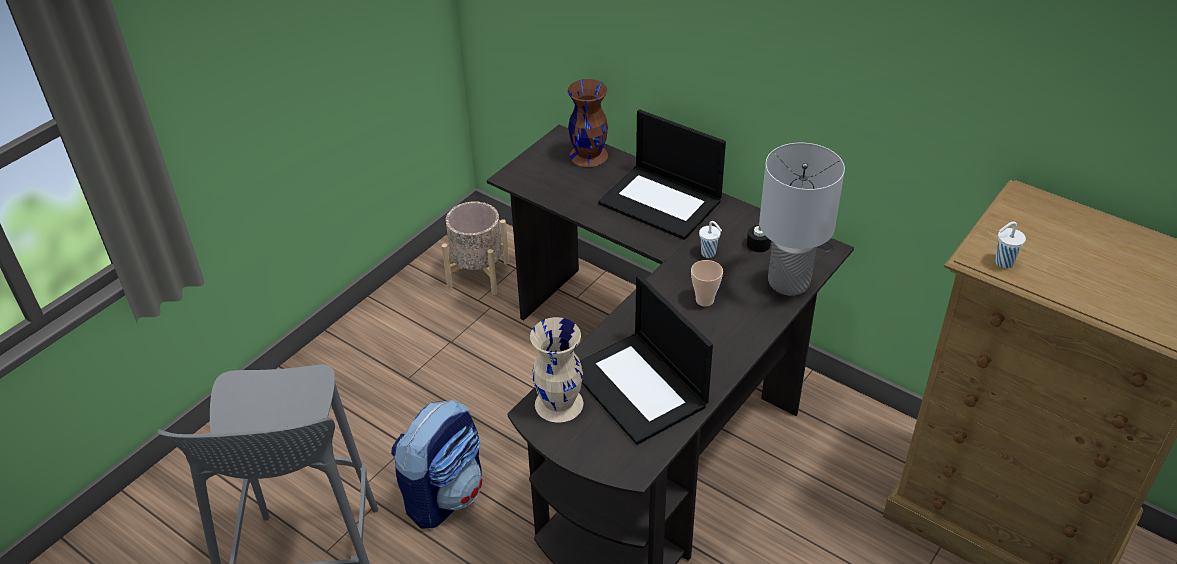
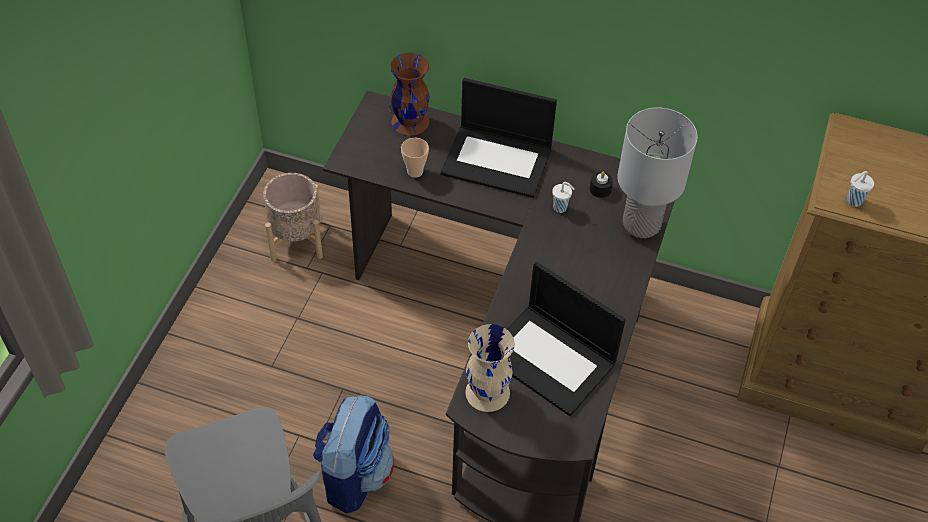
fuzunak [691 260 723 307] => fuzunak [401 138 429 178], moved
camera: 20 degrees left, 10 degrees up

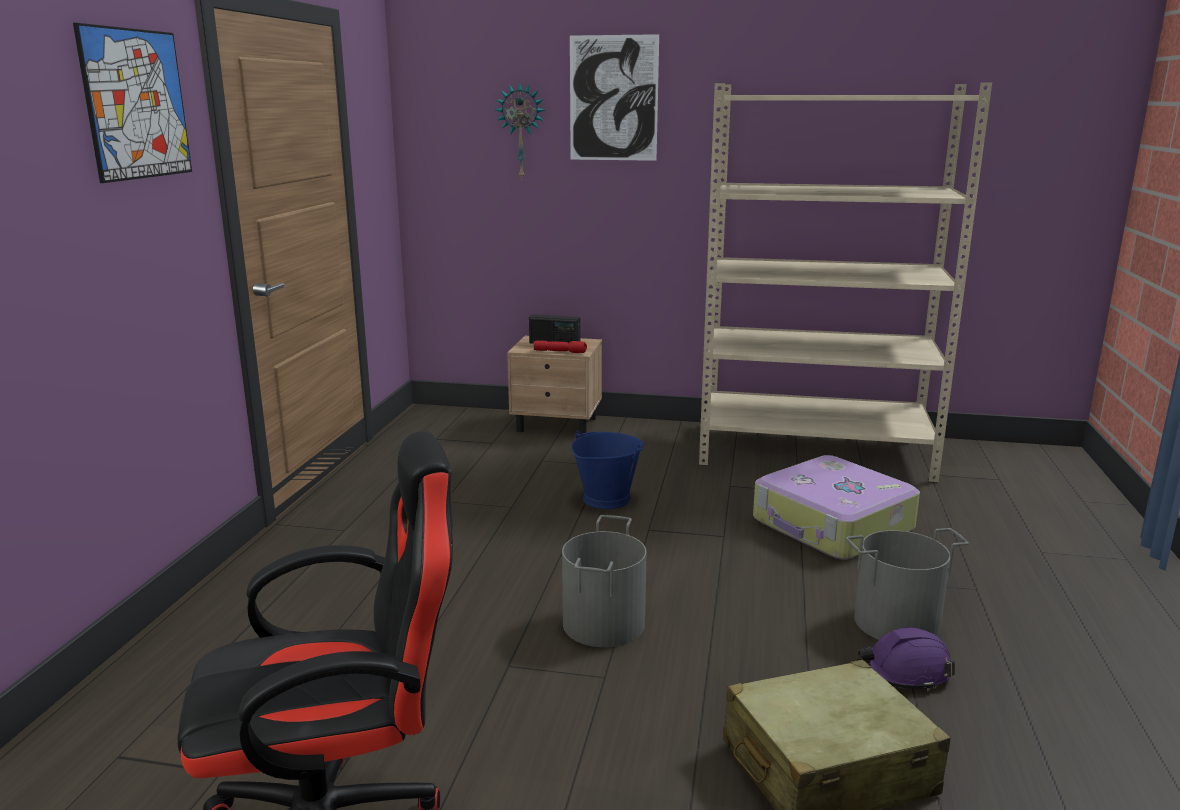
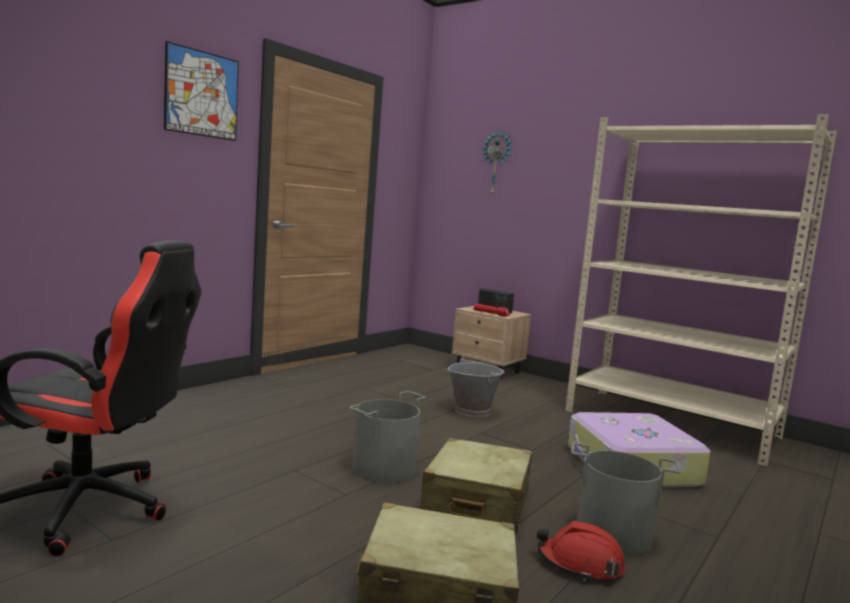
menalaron [570 34 659 161] => nothing
nothing => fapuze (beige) [420 438 532 535]
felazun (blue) [571 431 644 509] => felazun (grey) [448 357 505 418]
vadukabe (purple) [857 627 955 691] => vadukabe (red) [537 521 625 581]
camera: 25 degrees right, 10 degrees down

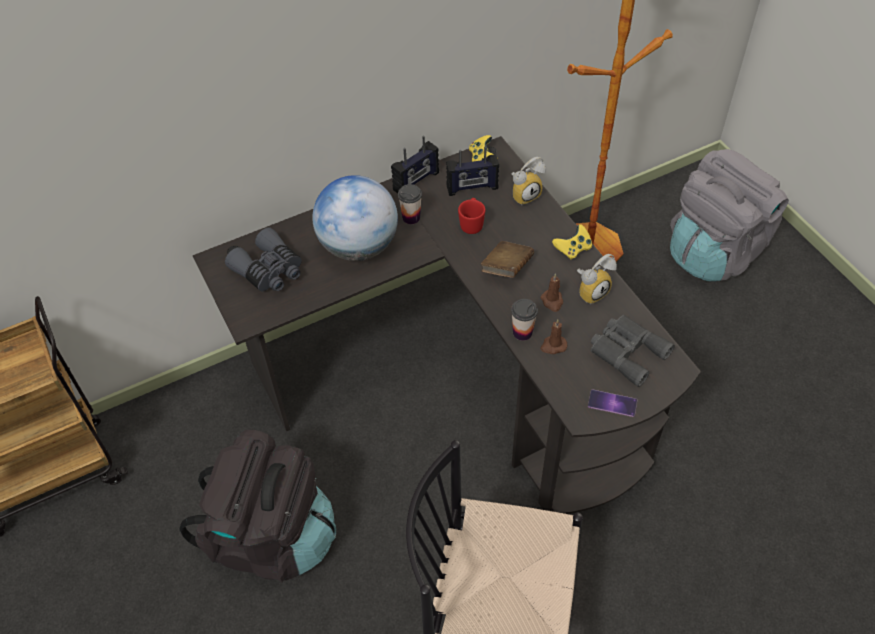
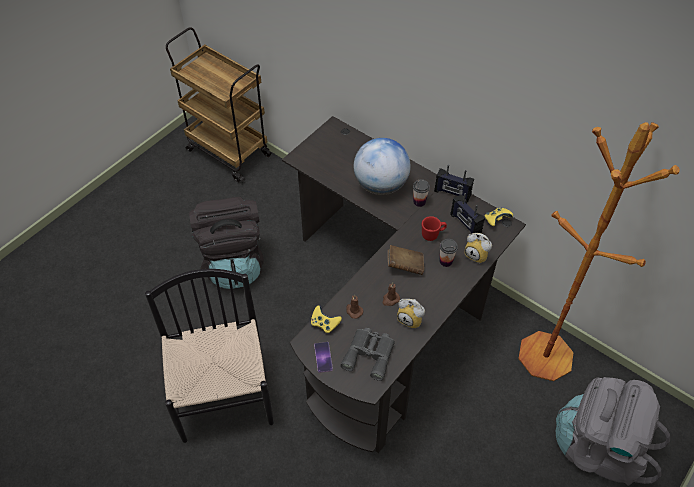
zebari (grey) [225 228 302 292] => nothing
fuzunak [511 299 538 341] => fuzunak [440 239 458 267], moved
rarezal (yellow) [552 224 592 260] => rarezal (yellow) [311 305 342 333], moved
camera: 65 degrees right, 0 degrees up

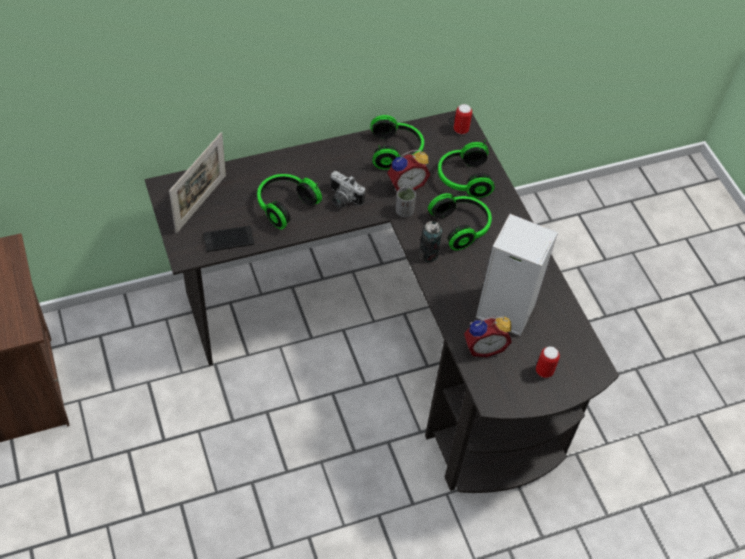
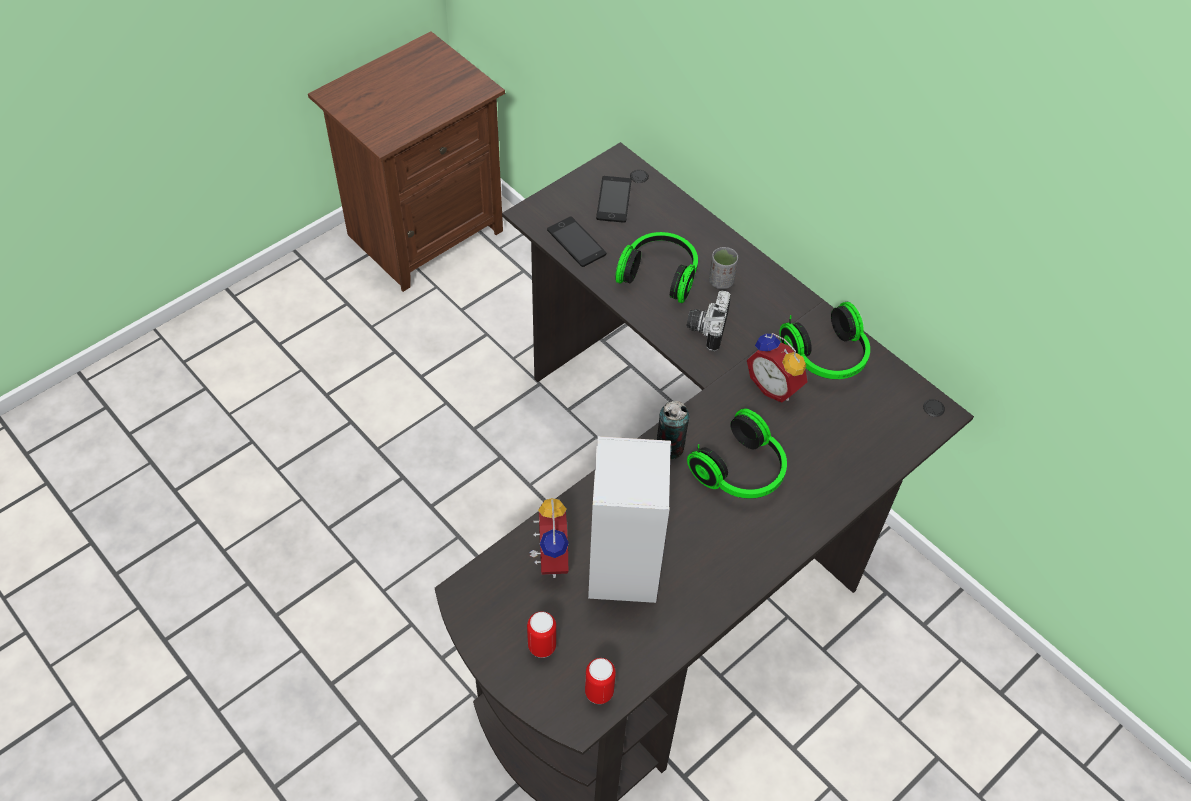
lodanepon [438 139 494 198] => nothing
fuzunak (grey) [396 187 416 217] => fuzunak (grey) [709 247 738 289], moved
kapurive [454 104 472 135] => kapurive [585 658 616 704], moved
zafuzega [169 132 226 233] => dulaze [596 176 631 223]
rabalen [464 316 512 357] => rabalen [529 498 569 578], 150 degrees counterclockwise
camera: 70 degrees right, 0 degrees up

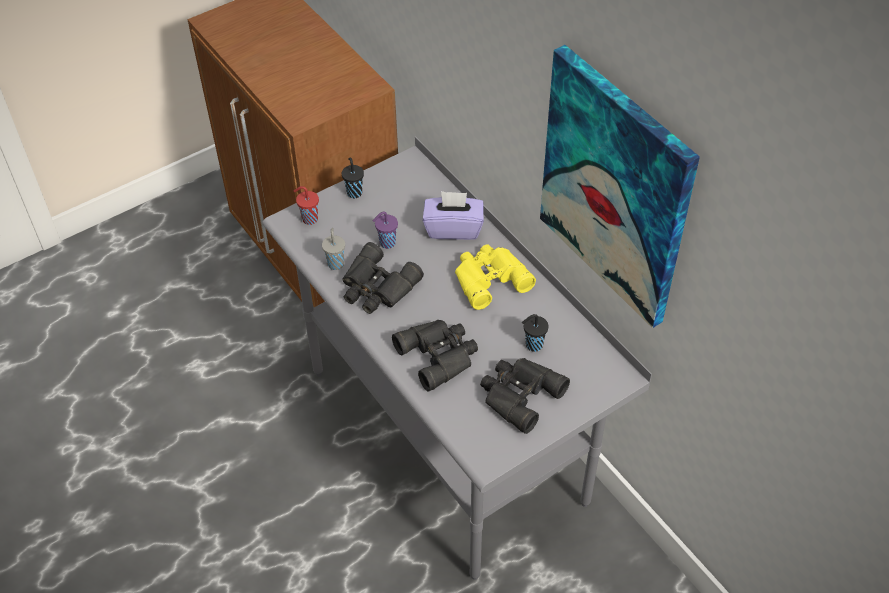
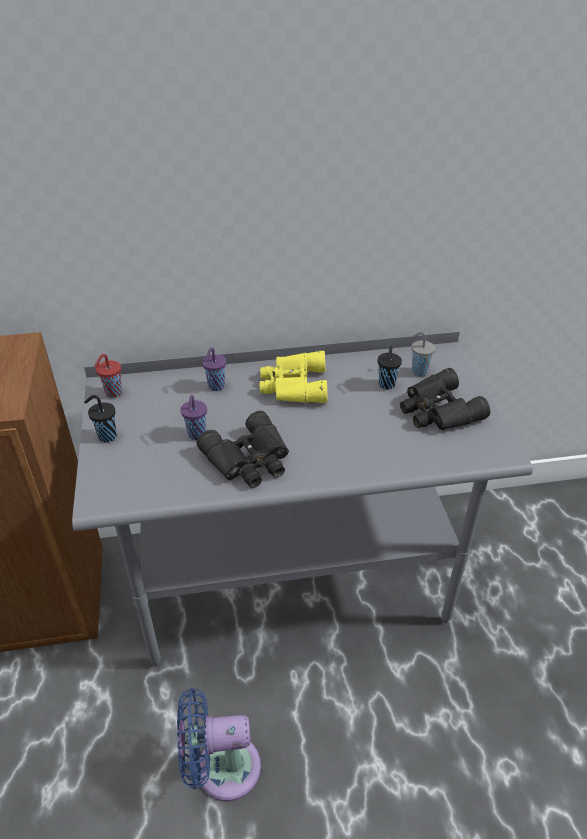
zebari (black) [392 320 478 392] => nothing
menalaron [540 45 700 328] => nothing
nothing => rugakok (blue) [177 688 261 801]
fuzunak (red) [294 186 319 225] => fuzunak (red) [94 354 122 398], moved
fuzunak (grey) [322 228 345 270] => fuzunak (grey) [410 332 435 377], moved
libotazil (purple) [423 191 484 240] => fuzunak (purple) [202 348 226 391]
camera: 65 degrees left, 10 degrees down

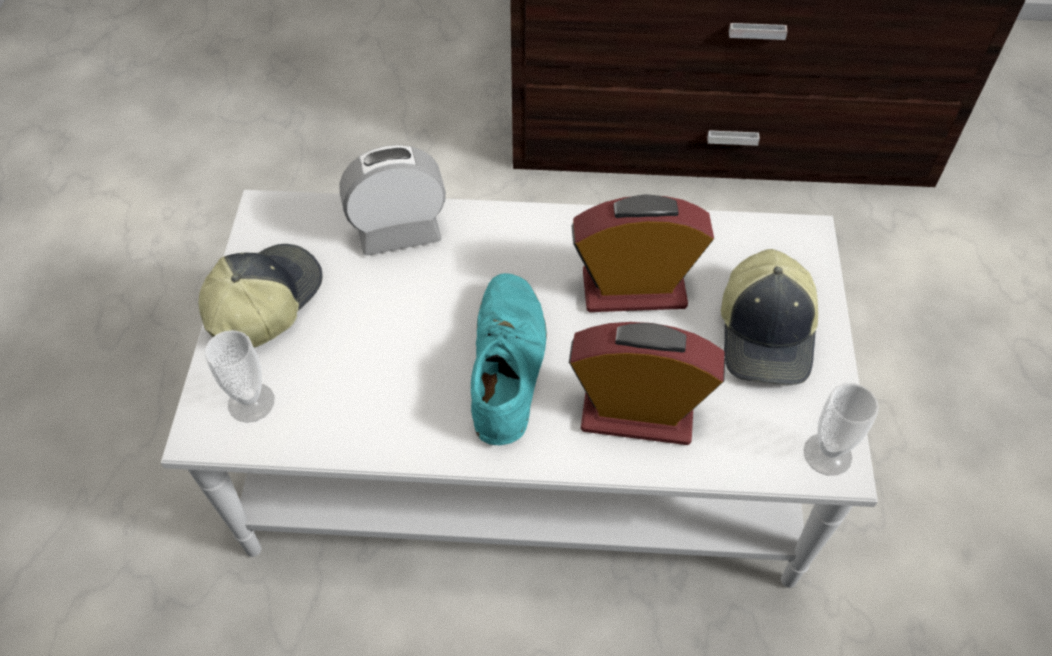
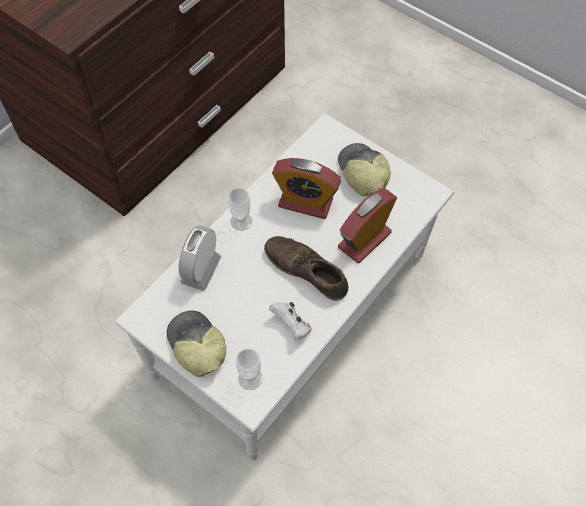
nothing => rarezal (white) [269 302 312 340]
fuzunak [803 383 879 476] => fuzunak [228 188 252 231], moved
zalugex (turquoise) [471 273 547 445] => zalugex (brown) [264 236 348 301]
rabalen [572 194 714 312] => rabalen [272 158 341 219], 105 degrees counterclockwise
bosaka [721 249 818 385] => bosaka [338 143 391 196], 150 degrees counterclockwise
camera: 55 degrees left, 5 degrees up

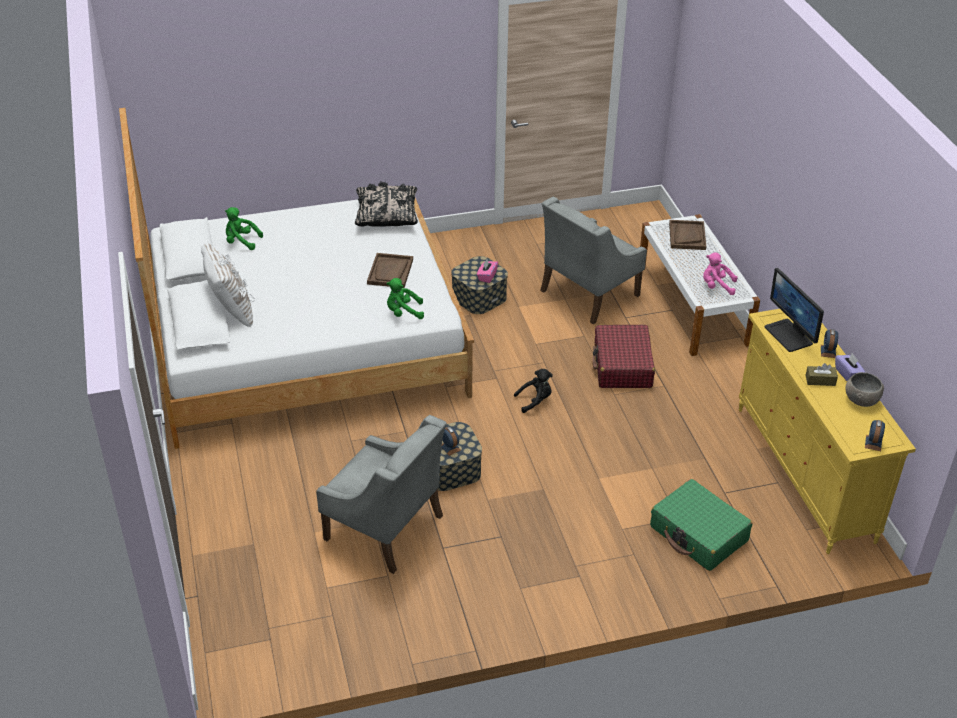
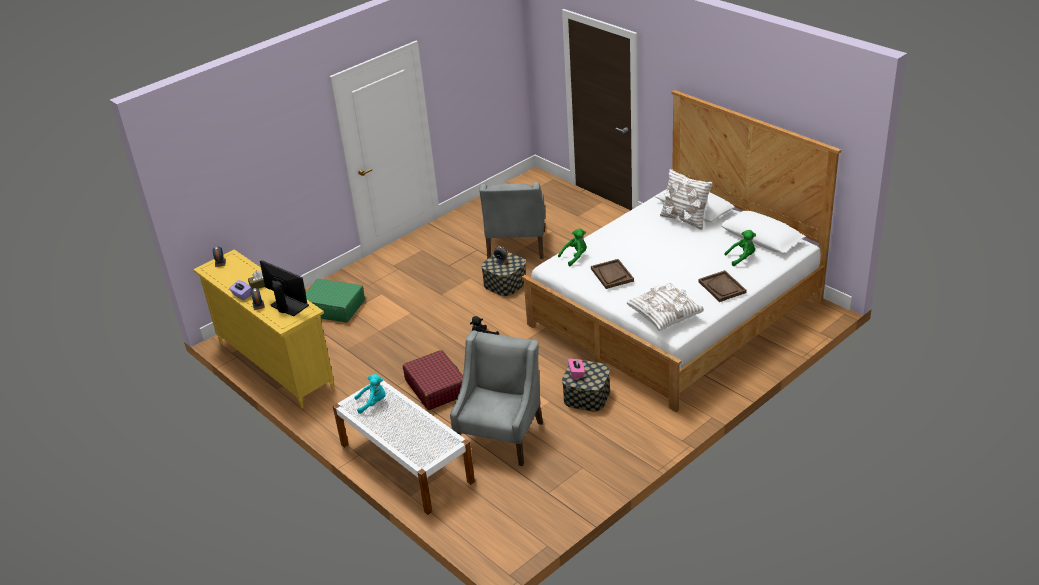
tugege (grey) [845 372 884 407] => nothing
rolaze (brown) [669 220 706 250] => rolaze (brown) [698 270 746 302], moved
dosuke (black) [355 181 418 227] => dosuke (white) [627 283 704 331]
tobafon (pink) [703 252 738 295] => tobafon (turquoise) [354 374 386 414]
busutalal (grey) [316 415 447 574] => busutalal (grey) [479 182 545 259], 90 degrees counterclockwise
camera: 155 degrees right, 5 degrees down

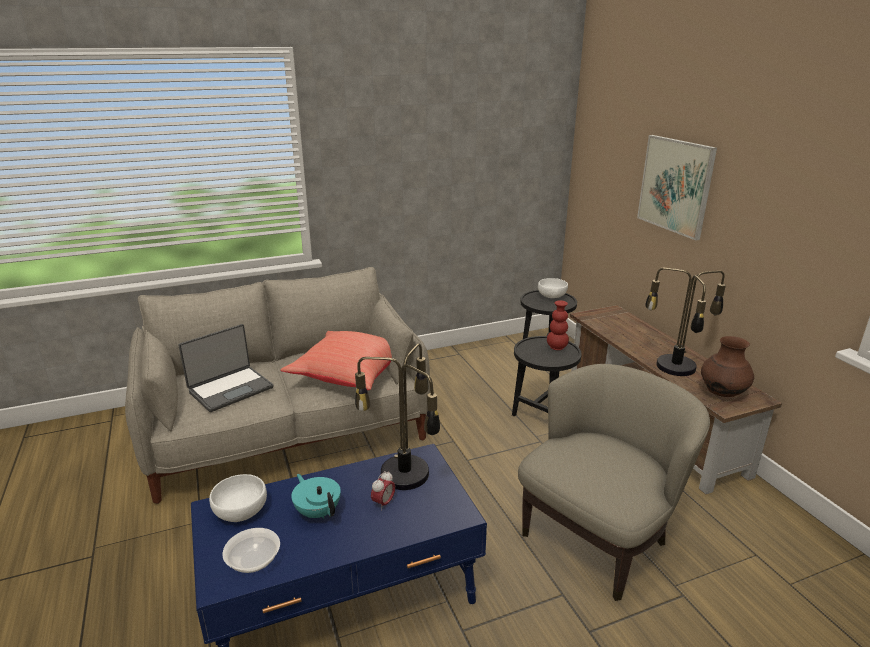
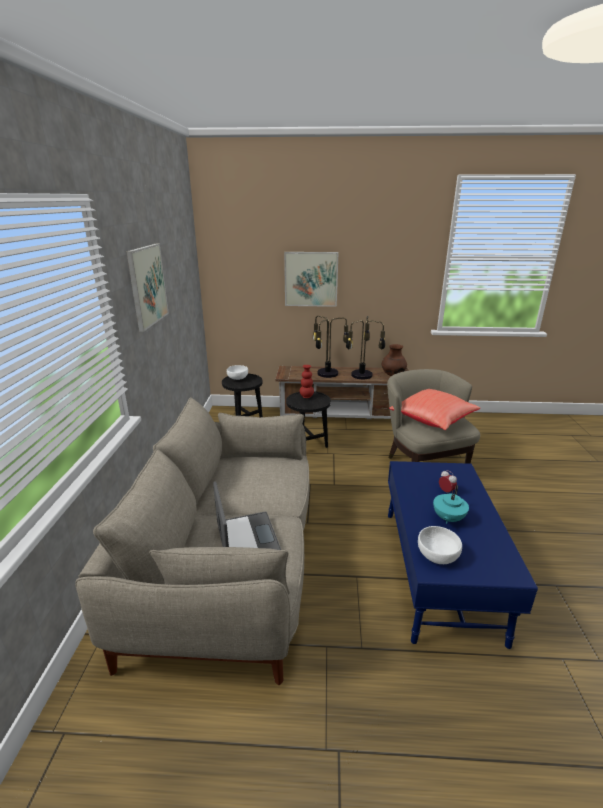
tugege [222 528 280 573] => nothing
nothing => menalaron [126 244 169 332]
dosuke (red) [281 331 392 390] => dosuke (red) [389 389 480 430], moved
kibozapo [355 343 440 490] => kibozapo [313 316 348 378], moved
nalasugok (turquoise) [291 474 341 519] => nalasugok (turquoise) [433 485 469 524], 45 degrees counterclockwise
camera: 65 degrees left, 0 degrees up

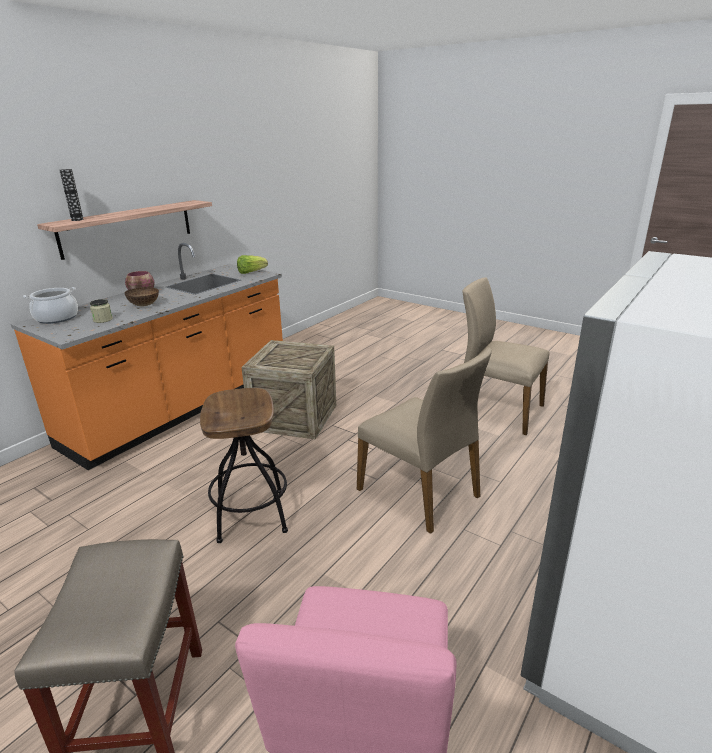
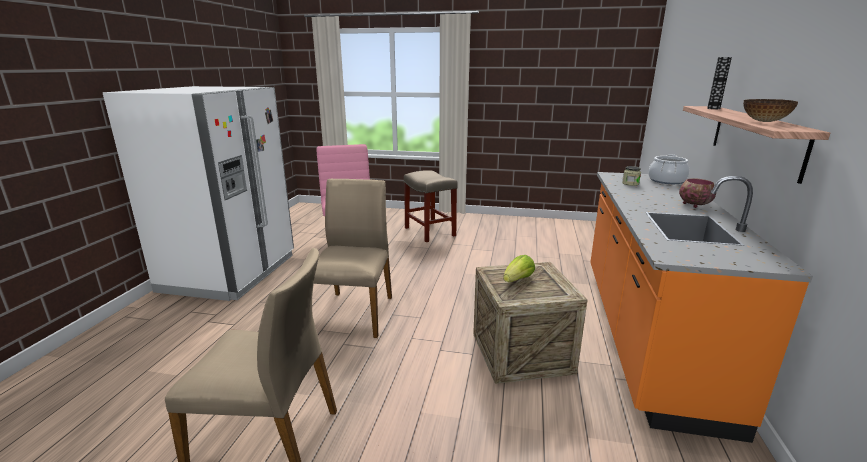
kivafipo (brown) [200 388 288 543] => nothing
tugege [125 287 159 307] => tugege [743 99 798 122], moved
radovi [237 255 268 274] => radovi [503 255 535 282], moved
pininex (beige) [357 347 492 534] => pininex (beige) [314 179 392 338], 75 degrees clockwise
camera: 155 degrees right, 5 degrees down

